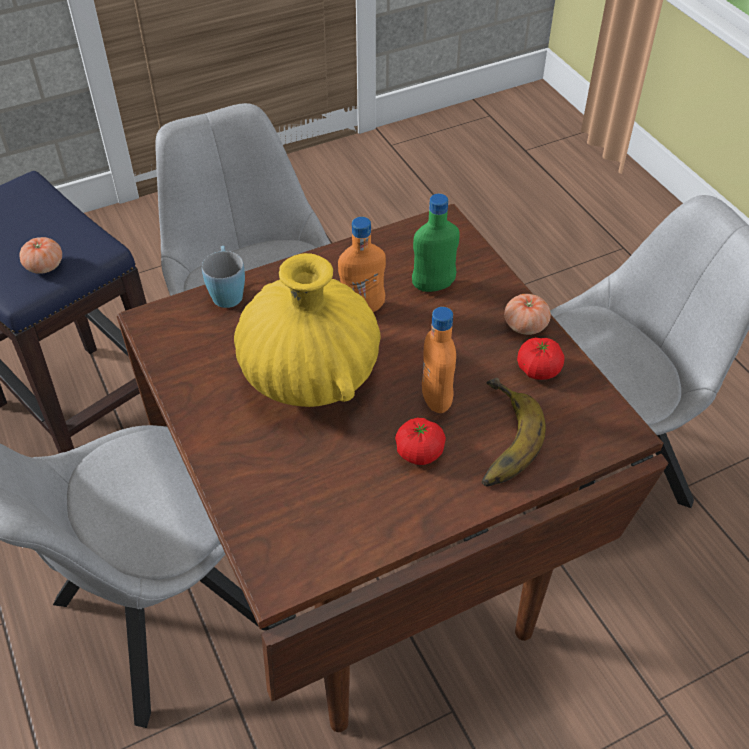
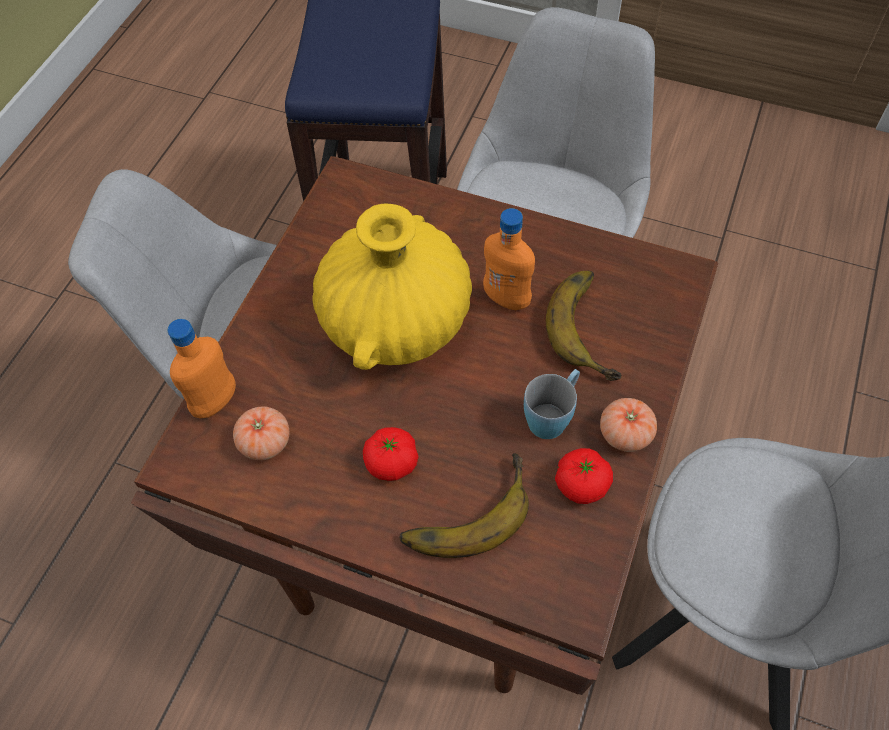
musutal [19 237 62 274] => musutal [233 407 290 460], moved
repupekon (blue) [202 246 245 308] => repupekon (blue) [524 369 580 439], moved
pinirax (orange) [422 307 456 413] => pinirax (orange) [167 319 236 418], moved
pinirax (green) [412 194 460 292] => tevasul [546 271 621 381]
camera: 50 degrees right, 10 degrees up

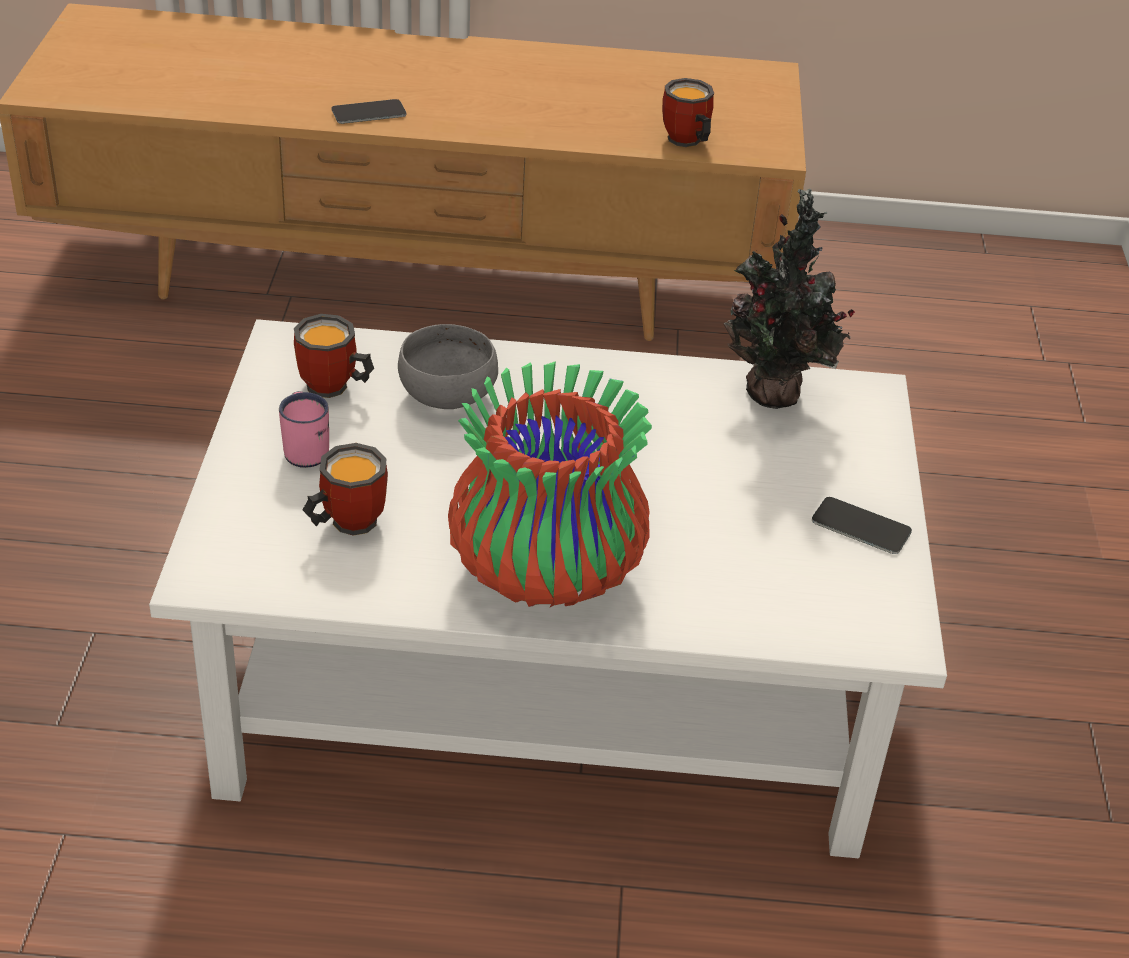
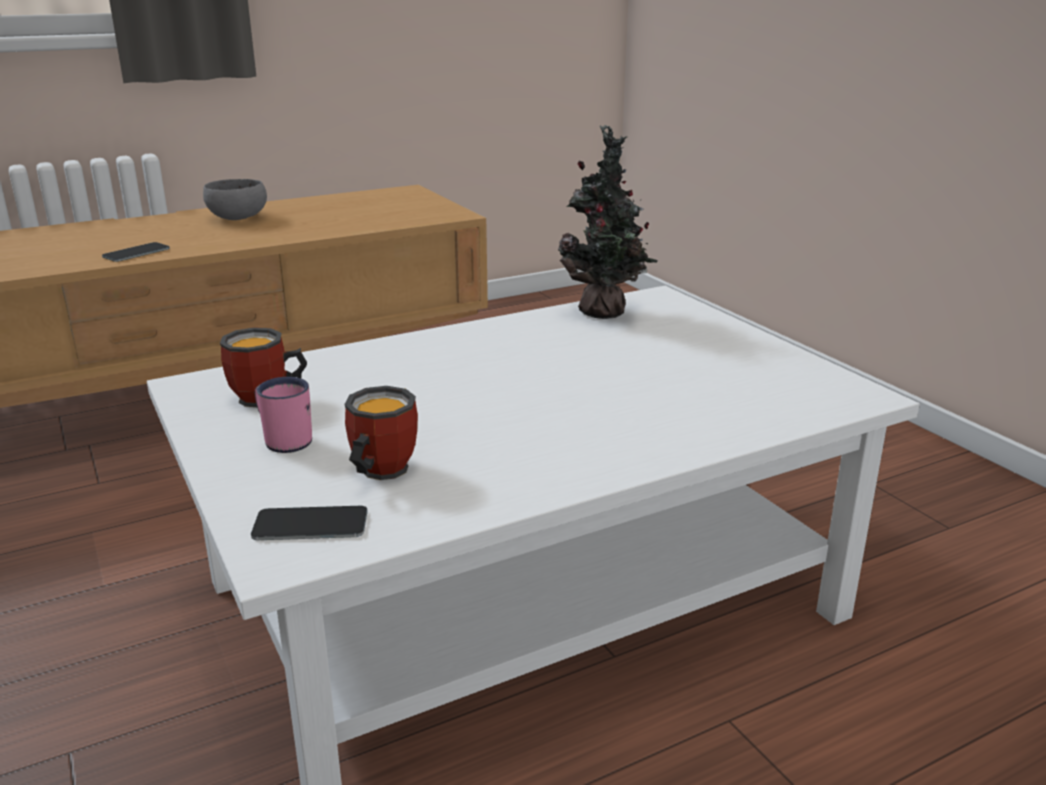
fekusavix [448 362 652 608] => nothing
repupekon [662 78 714 147] => nothing
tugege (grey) [398 324 498 409] => tugege (grey) [203 179 267 220], moved
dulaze [812 497 912 554] => dulaze [251 506 368 540], moved
camera: 30 degrees left, 15 degrees down

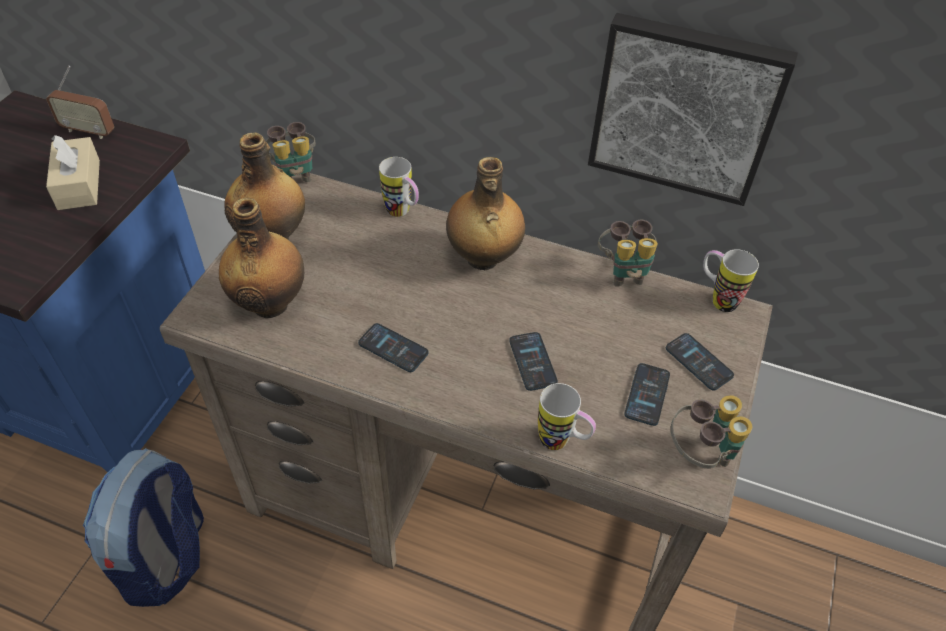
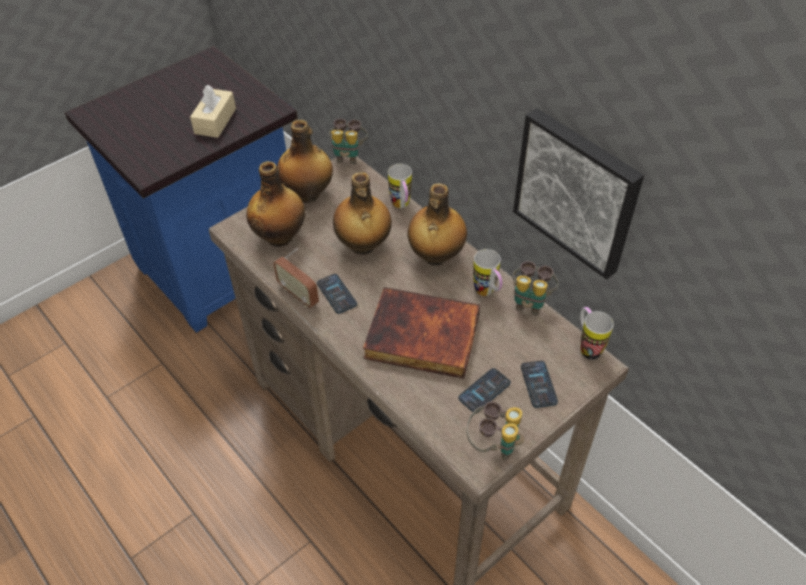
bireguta [83 448 204 607] => nothing
nothing => pinirax [333 172 392 255]
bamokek [46 66 114 139] => bamokek [273 248 319 308], moved
repupekon [538 383 596 450] => repupekon [473 249 503 296], moved
dulaze [509 332 558 391] => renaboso [363 287 480 379]
camera: 30 degrees right, 0 degrees up

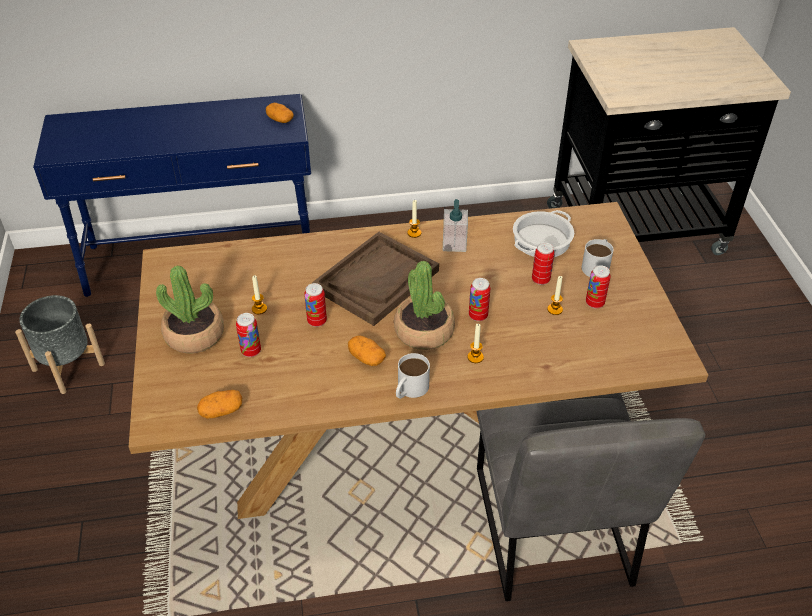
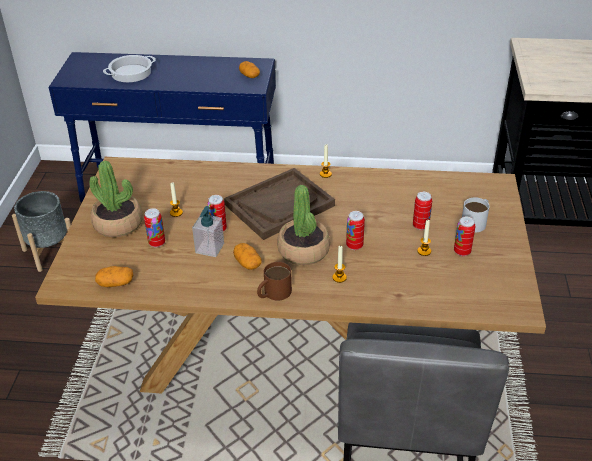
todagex [443 199 468 252] => todagex [192 206 224 257], moved
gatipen [513 210 574 257] => gatipen [103 55 155 82], moved
repupekon (white) [396 353 430 399] => repupekon (brown) [257 262 292 301]
camera: 15 degrees right, 5 degrees down

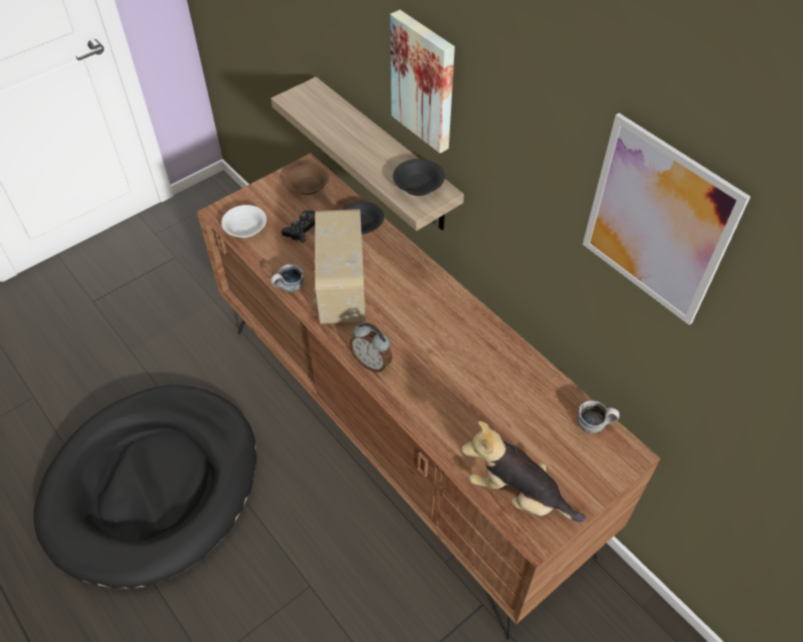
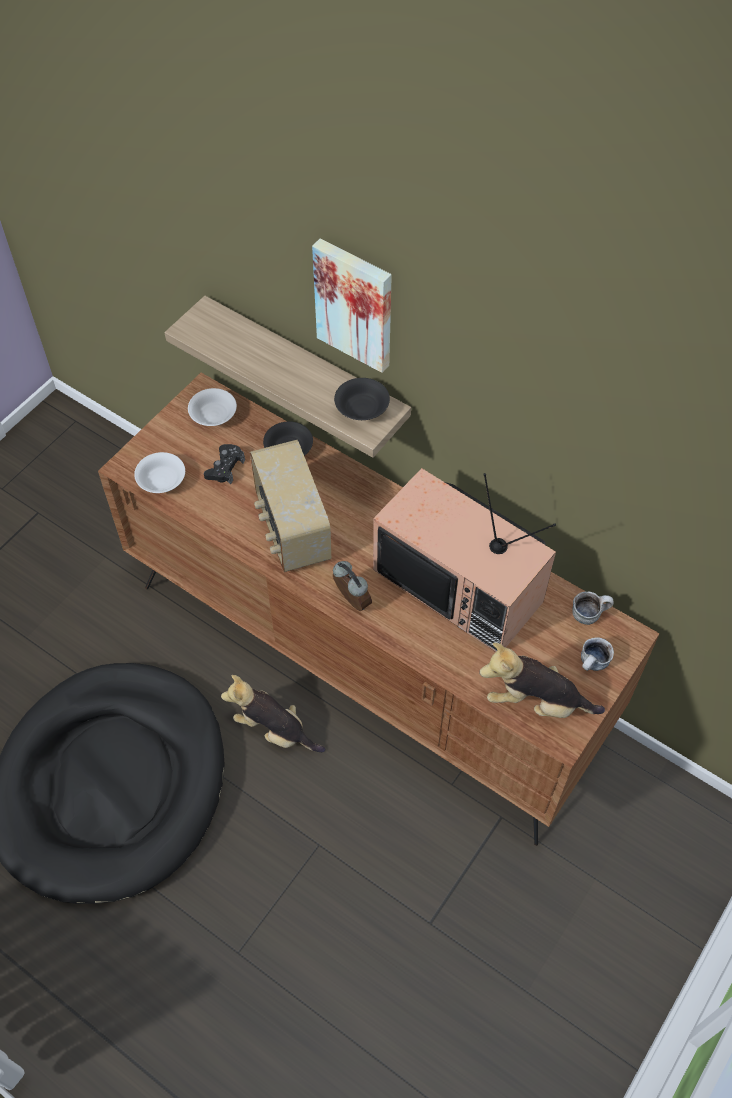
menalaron [583 113 751 325] => nothing
nothing => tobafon [221 675 325 752]
nothing => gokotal [373 468 556 652]
repupekon [271 264 304 292] => repupekon [581 638 614 671], moved
tugege (brown) [286 164 329 195] => tugege (white) [188 388 237 426]
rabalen [350 323 392 373] => rabalen [333 561 372 611], 150 degrees counterclockwise
camera: 15 degrees left, 5 degrees up

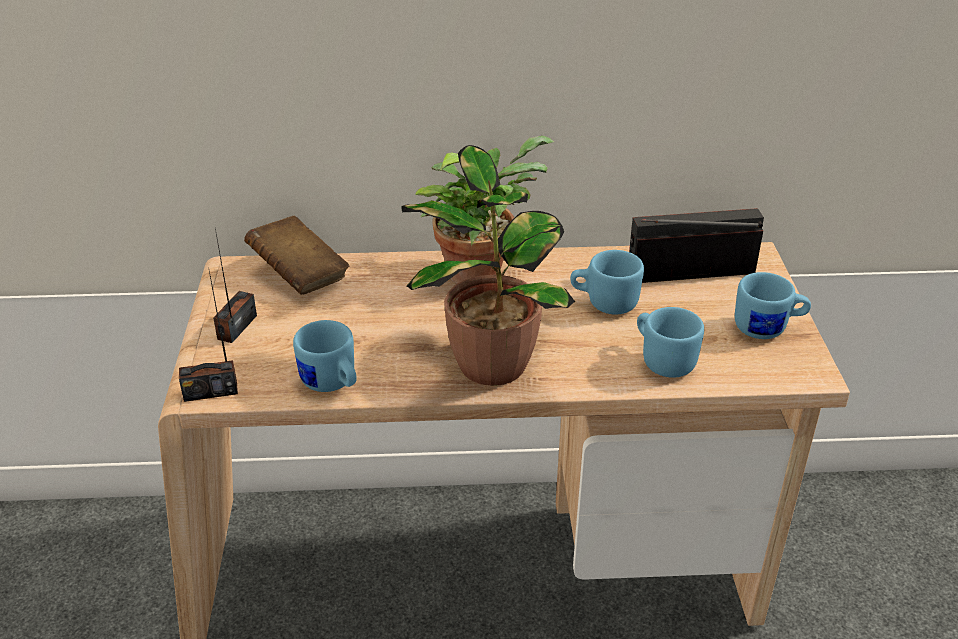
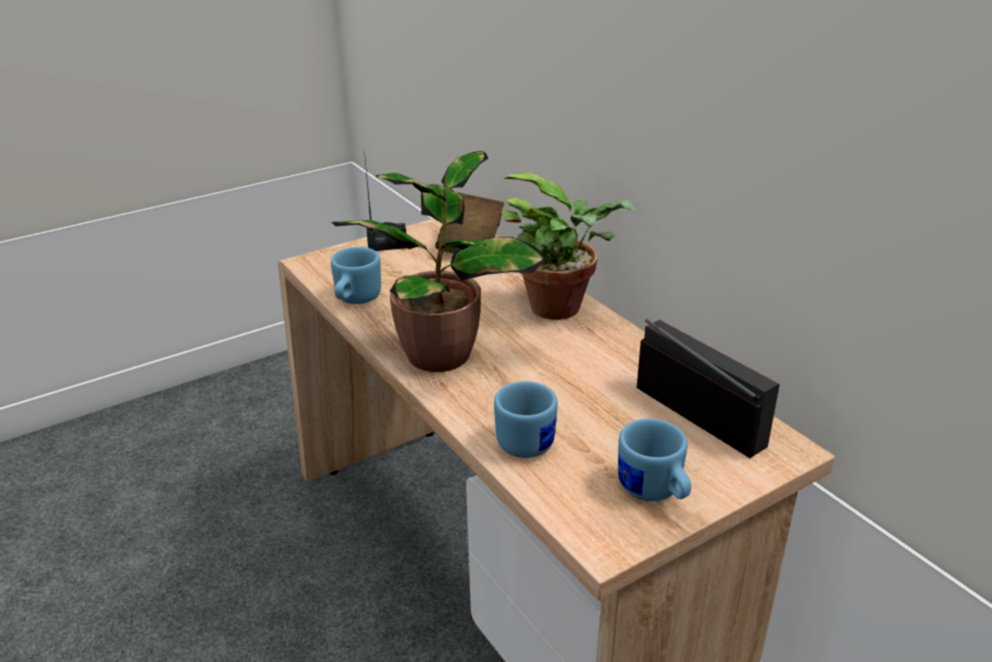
bamokek [179 271 238 402] => nothing
repupekon (blue) [570 250 644 314] => nothing
camera: 60 degrees right, 5 degrees down

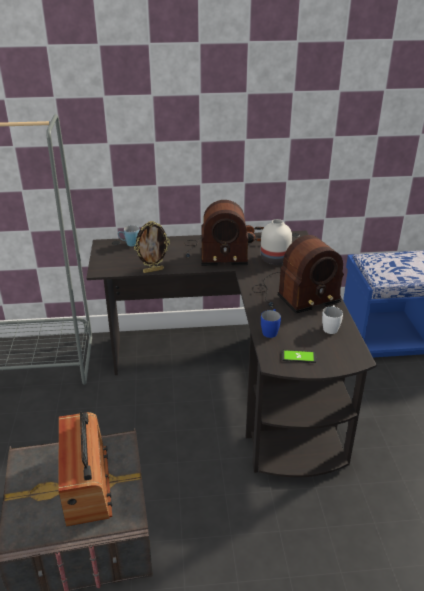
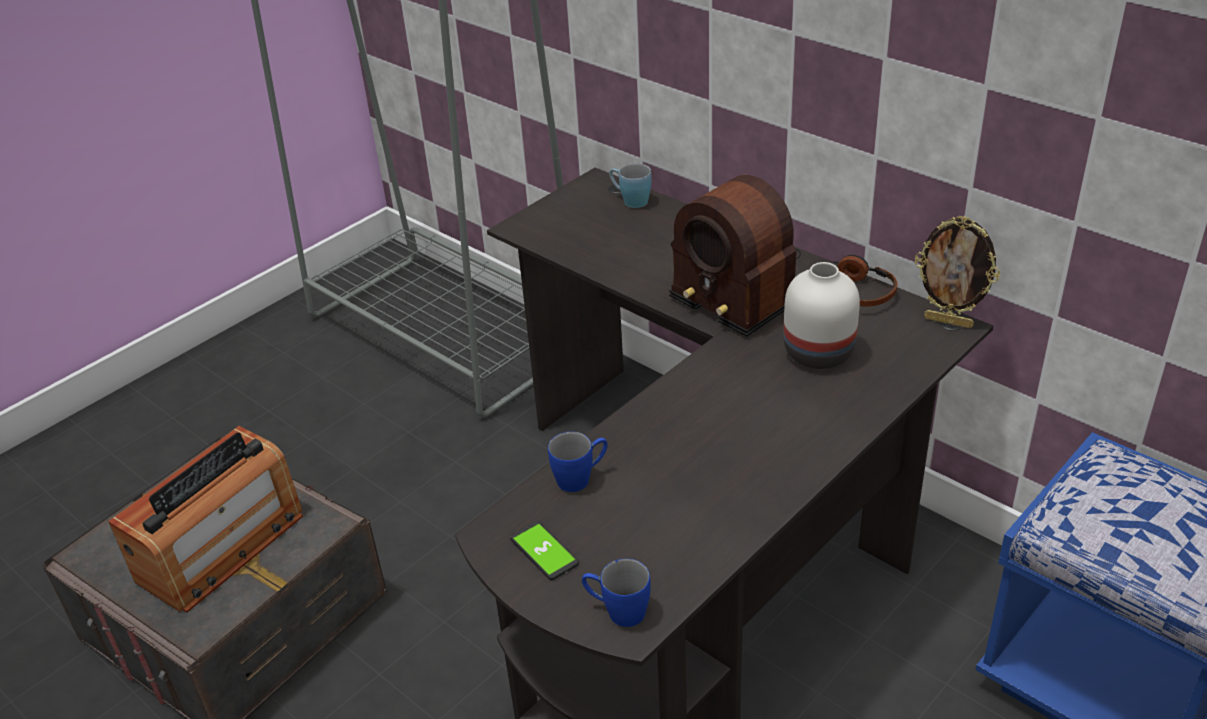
bamokek [252 235 344 313] => nothing
repupekon (white) [322 305 343 334] => nothing
nothing => repupekon (blue) [582 559 650 627]
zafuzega [134 221 170 273] => zafuzega [915 216 1000 328], moved
camera: 50 degrees right, 5 degrees up

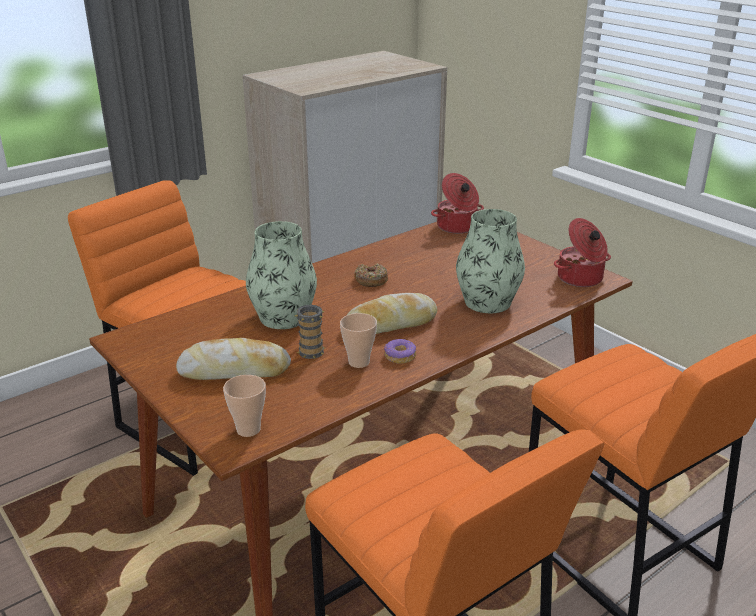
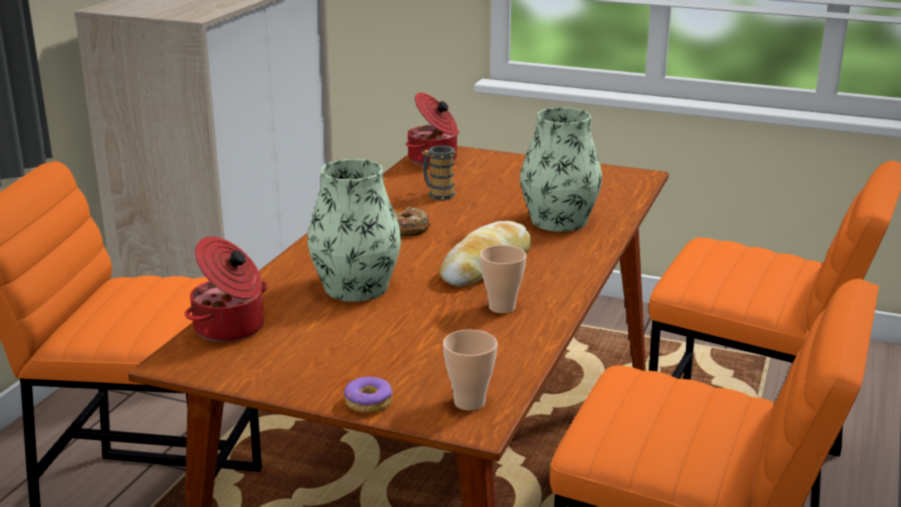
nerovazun [176 338 291 380] => nothing
repupekon [295 305 325 359] => repupekon [421 145 458 201], moved
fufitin [384 339 416 364] => fufitin [344 377 393 413], moved
gatipen [554 218 611 287] => gatipen [185 237 268 342], moved
camera: 30 degrees left, 5 degrees down

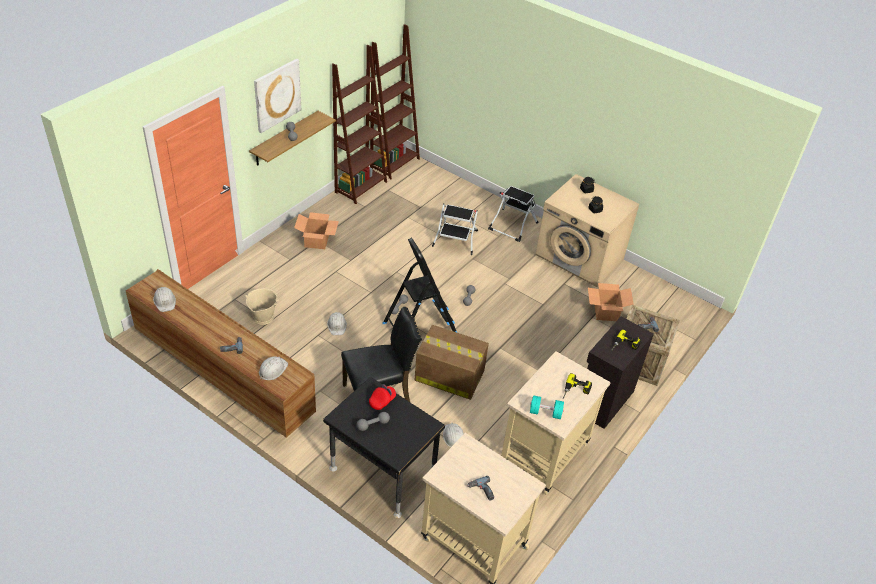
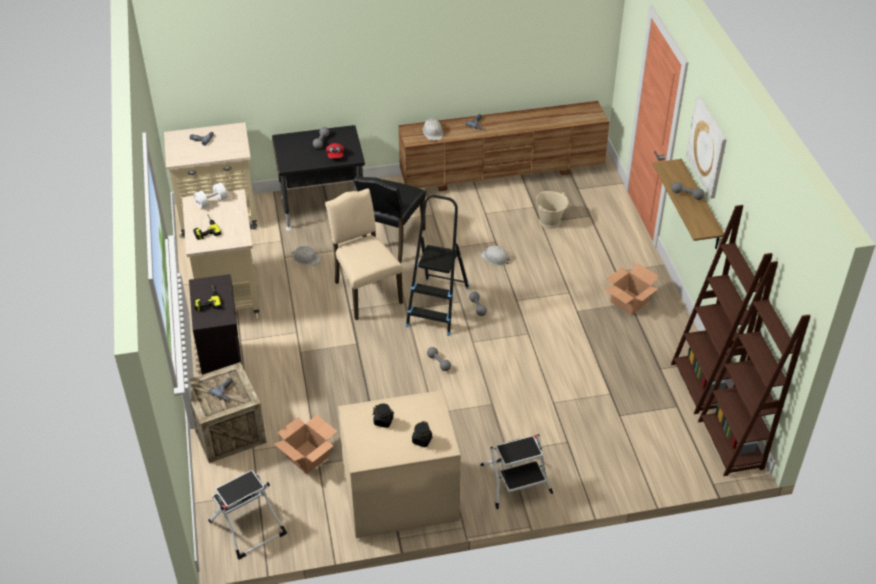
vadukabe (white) [153 287 176 312] => nothing
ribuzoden [432 204 478 255] => ribuzoden [208 470 287 560], moved
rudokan [415 325 489 400] => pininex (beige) [325 188 403 320]
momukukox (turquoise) [530 395 564 419] => momukukox (white) [194 183 228 209]
camera: 135 degrees right, 0 degrees up

